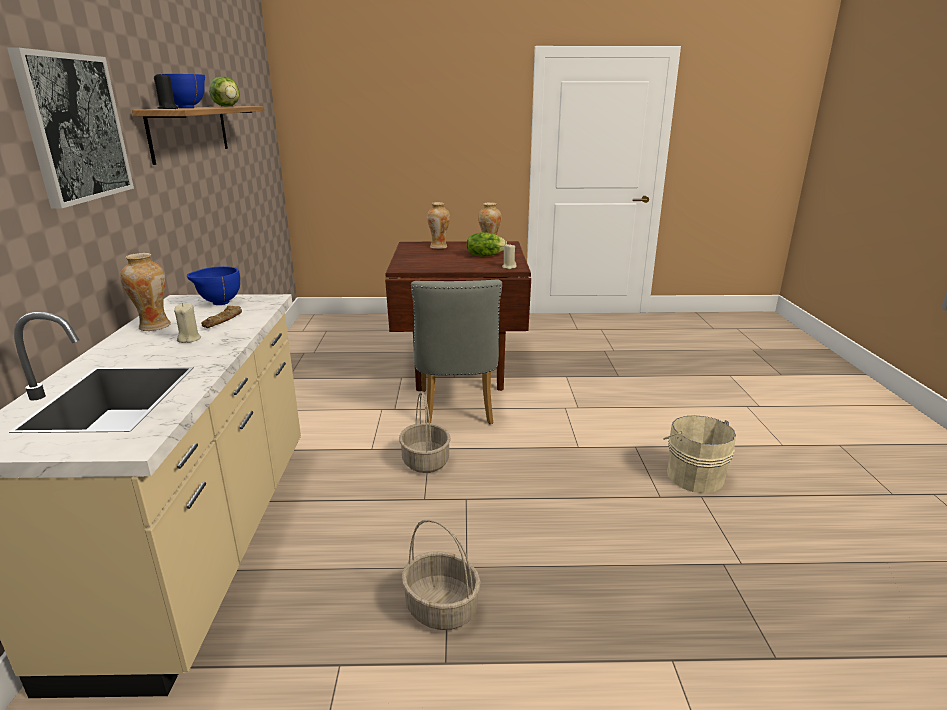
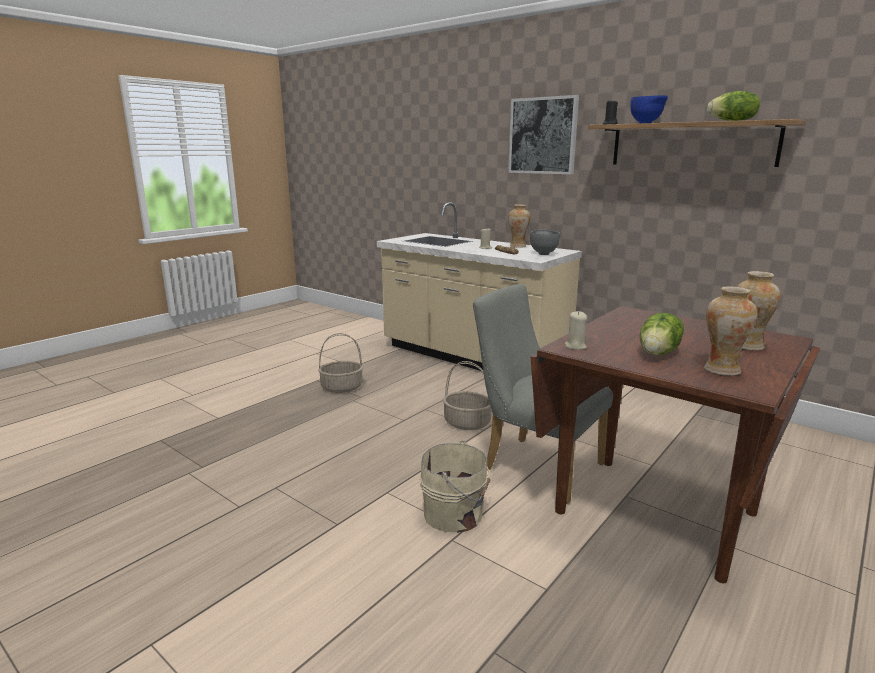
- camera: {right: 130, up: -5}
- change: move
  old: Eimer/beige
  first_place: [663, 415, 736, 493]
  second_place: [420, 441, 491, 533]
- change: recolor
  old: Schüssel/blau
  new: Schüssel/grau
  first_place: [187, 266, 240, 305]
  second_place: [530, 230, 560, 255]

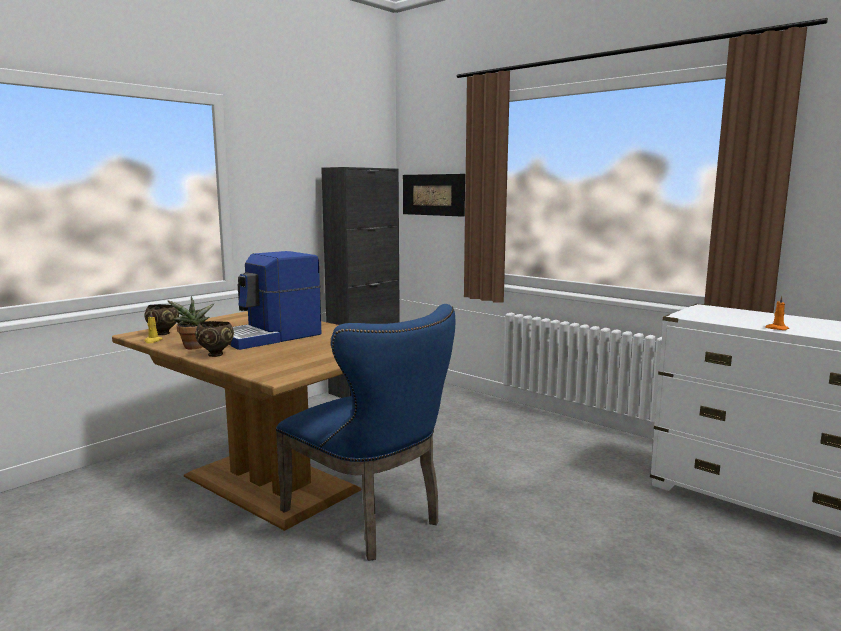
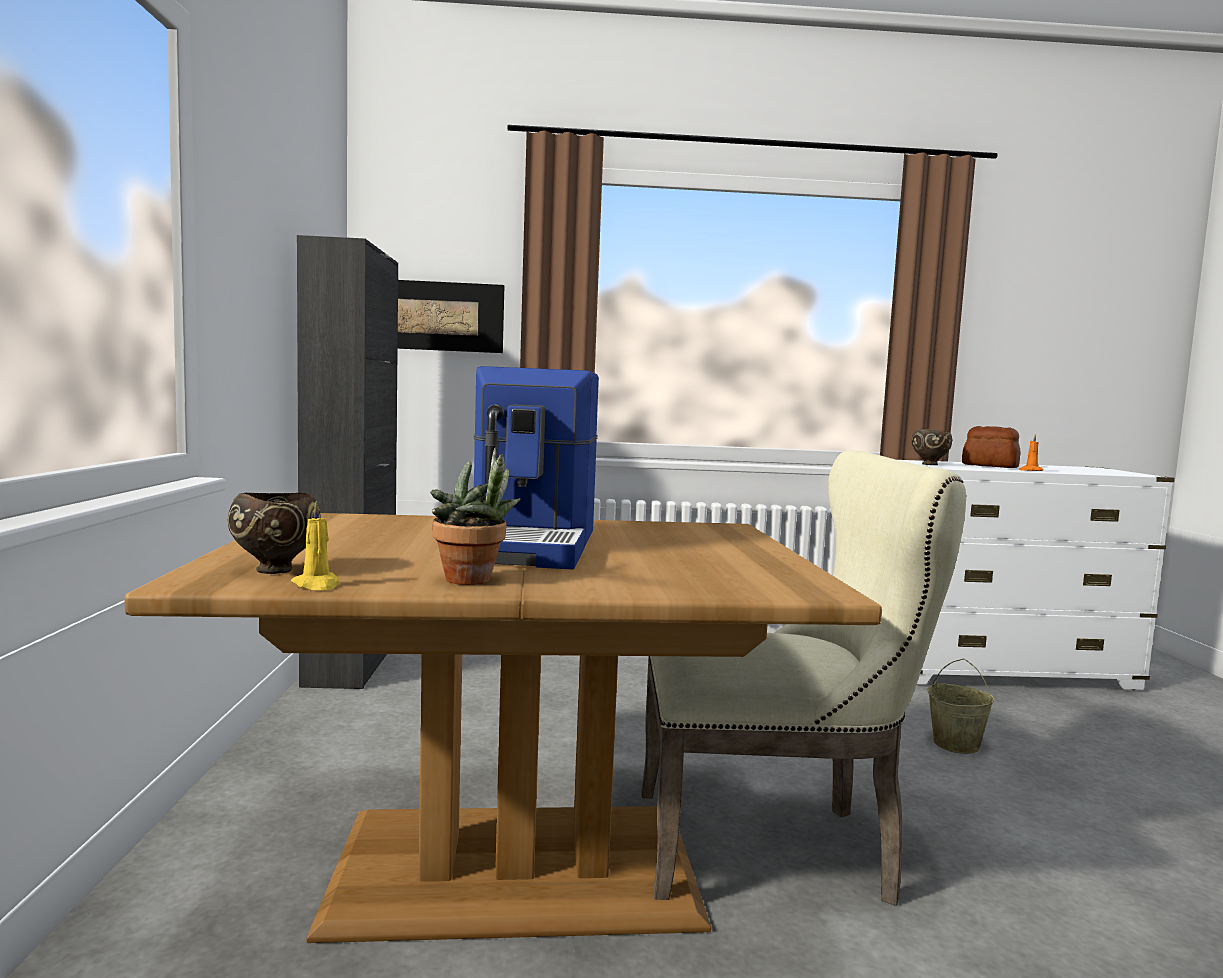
- camera: {right: -45, up: -5}
- change: recolor
  old: Stuhl/blau
  new: Stuhl/beige
  first_place: [276, 304, 455, 561]
  second_place: [641, 450, 966, 906]
- change: move
  old: Schüssel/braun
  first_place: [195, 321, 234, 357]
  second_place: [912, 429, 952, 465]
- change: insert
  new: Eimer/beige
  second_place: [928, 659, 994, 754]
- change: insert
  new: Brot
  second_place: [962, 426, 1020, 468]

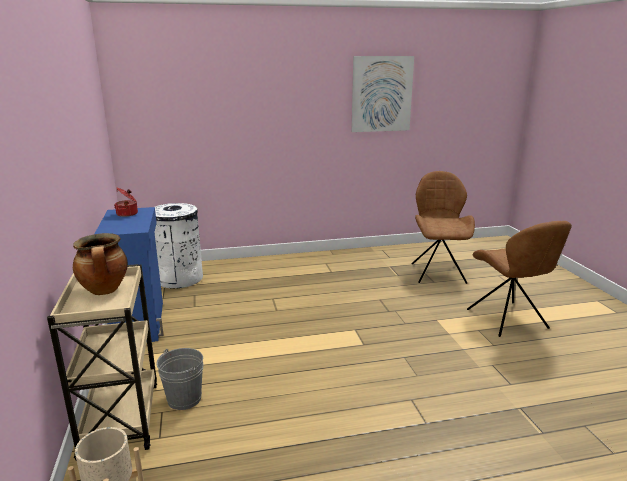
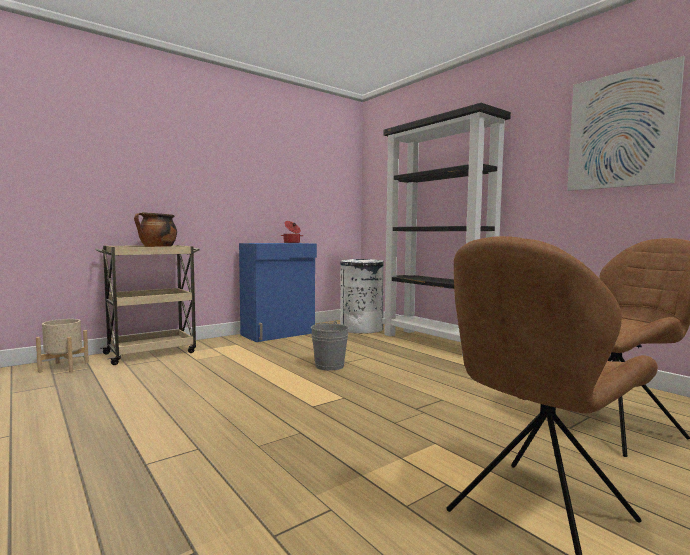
- camera: {right: 65, up: -15}
- change: move
  old: Eimer/grau
  first_place: [157, 348, 203, 410]
  second_place: [311, 321, 349, 371]
- change: insert
  new: Bücherregal/schwarz
  second_place: [382, 103, 511, 356]

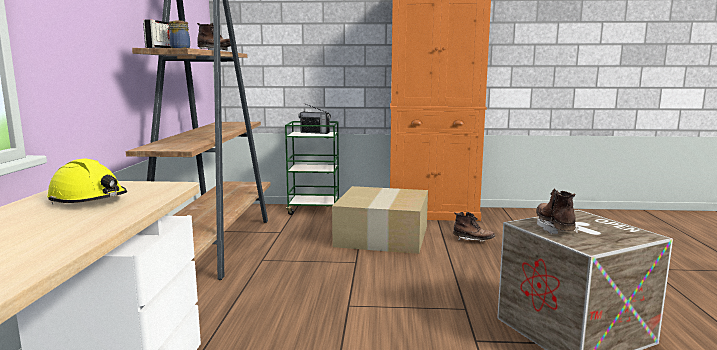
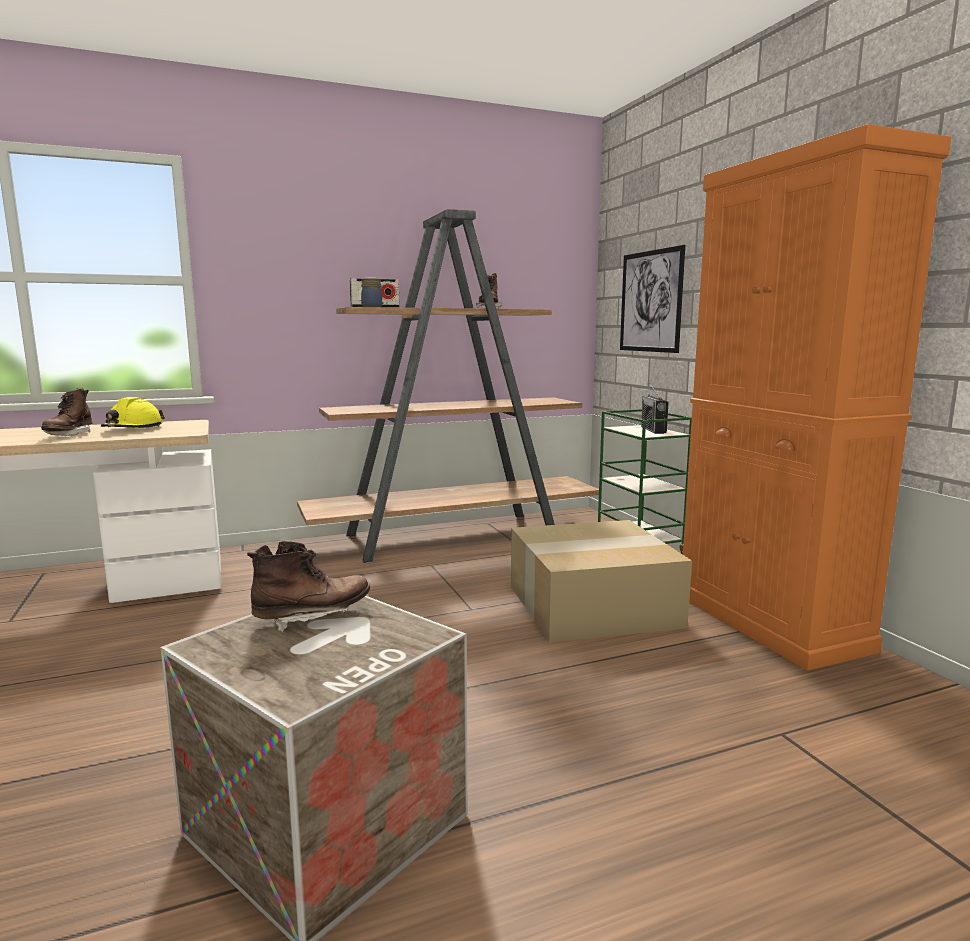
- camera: {right: 65, up: 0}
- change: move
  old: Stiefel/braun
  first_place: [453, 212, 495, 242]
  second_place: [41, 388, 92, 436]
- change: insert
  new: Bild
  second_place: [620, 245, 685, 353]

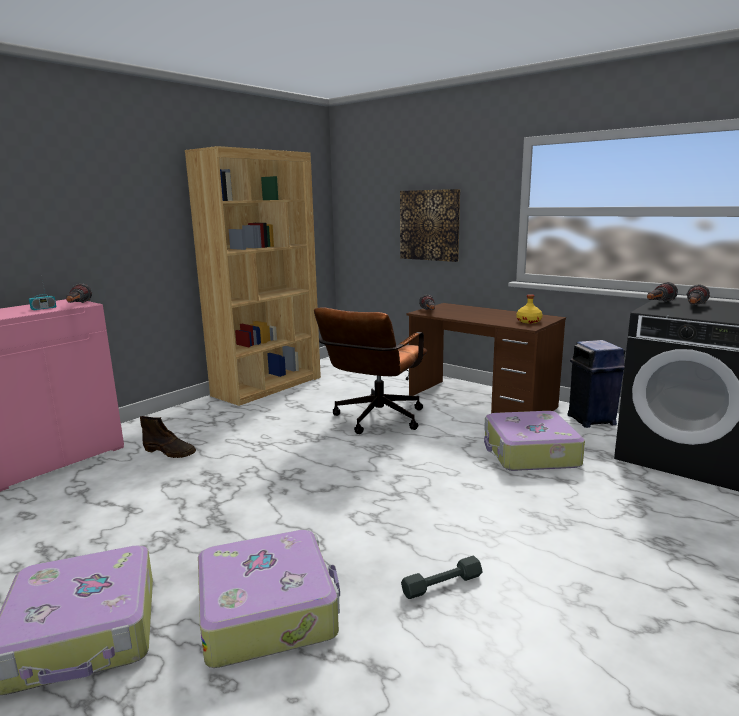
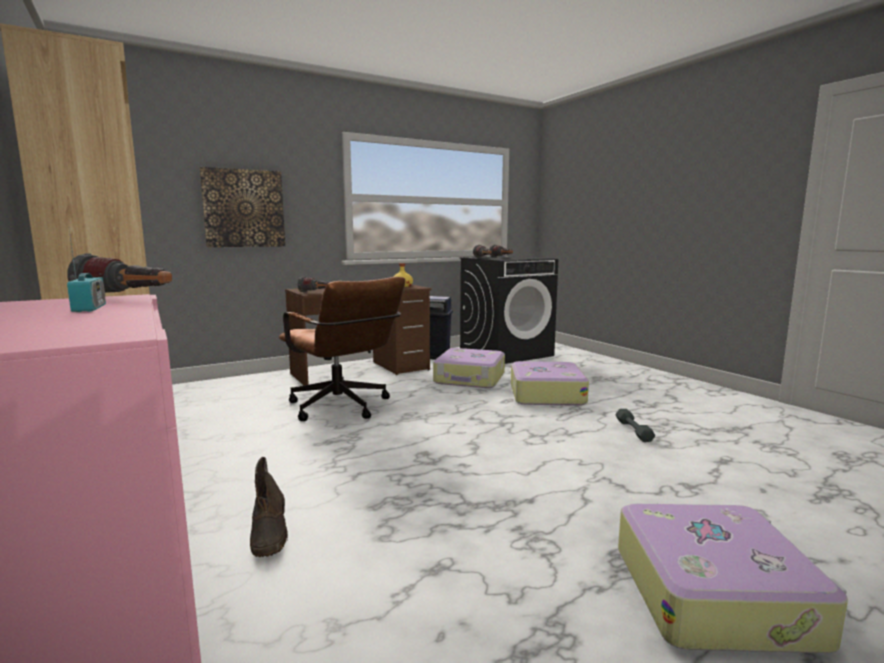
- camera: {right: -70, up: -5}
- change: rotate
  old: Stiefel/braun
  first_place: [140, 416, 196, 458]
  second_place: [250, 457, 288, 557]
  degrees: 120
- change: move
  old: Koffer
  first_place: [198, 530, 340, 668]
  second_place: [511, 361, 589, 406]

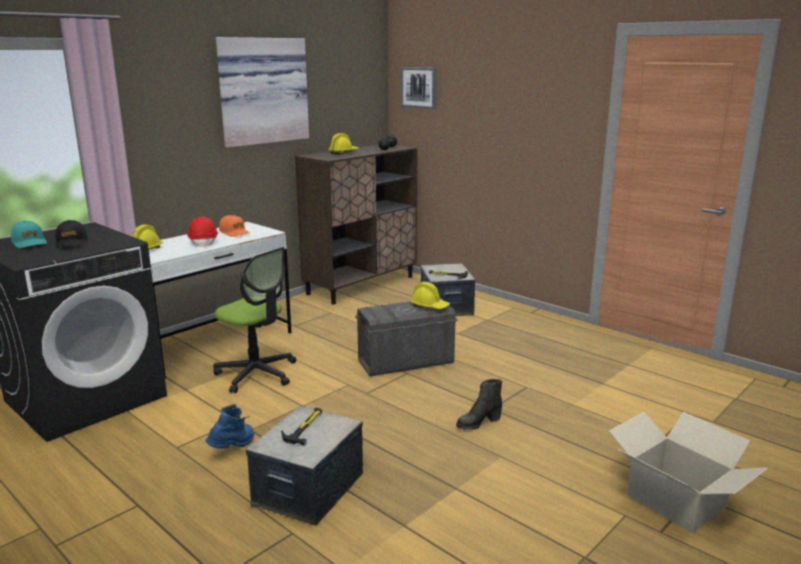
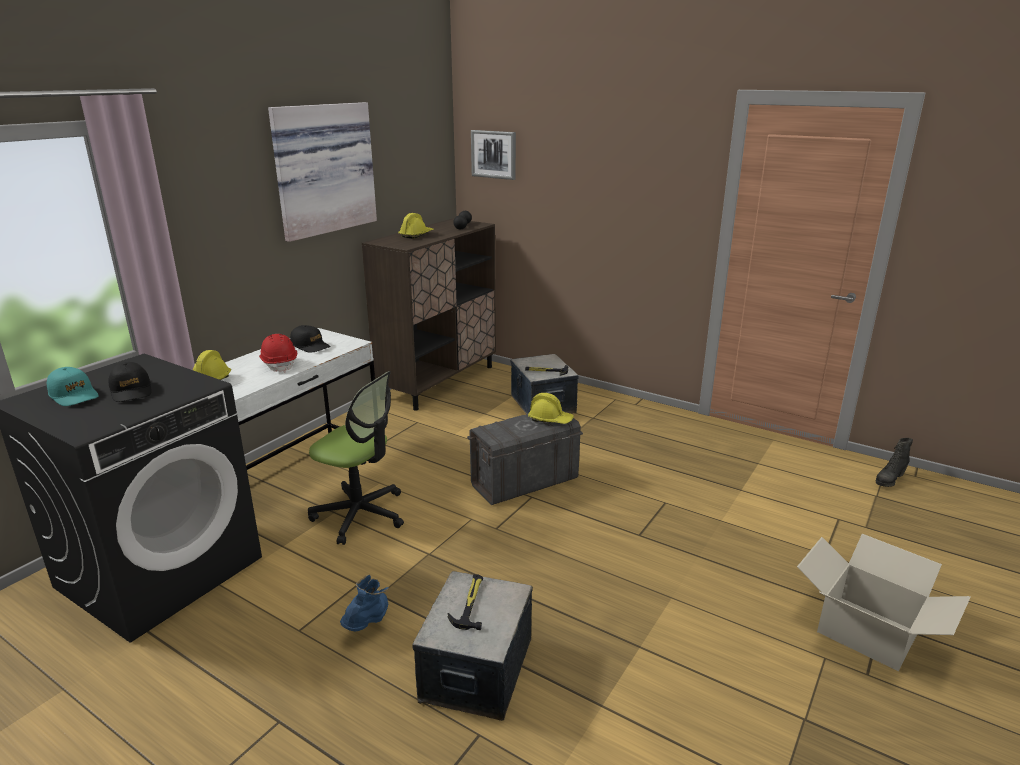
- camera: {right: -10, up: 5}
- change: recolor
  old: Kappe/orange
  new: Kappe/schwarz
  first_place: [219, 215, 250, 237]
  second_place: [290, 325, 331, 353]
- change: move
  old: Stiefel/schwarz
  first_place: [456, 379, 502, 430]
  second_place: [876, 438, 913, 487]

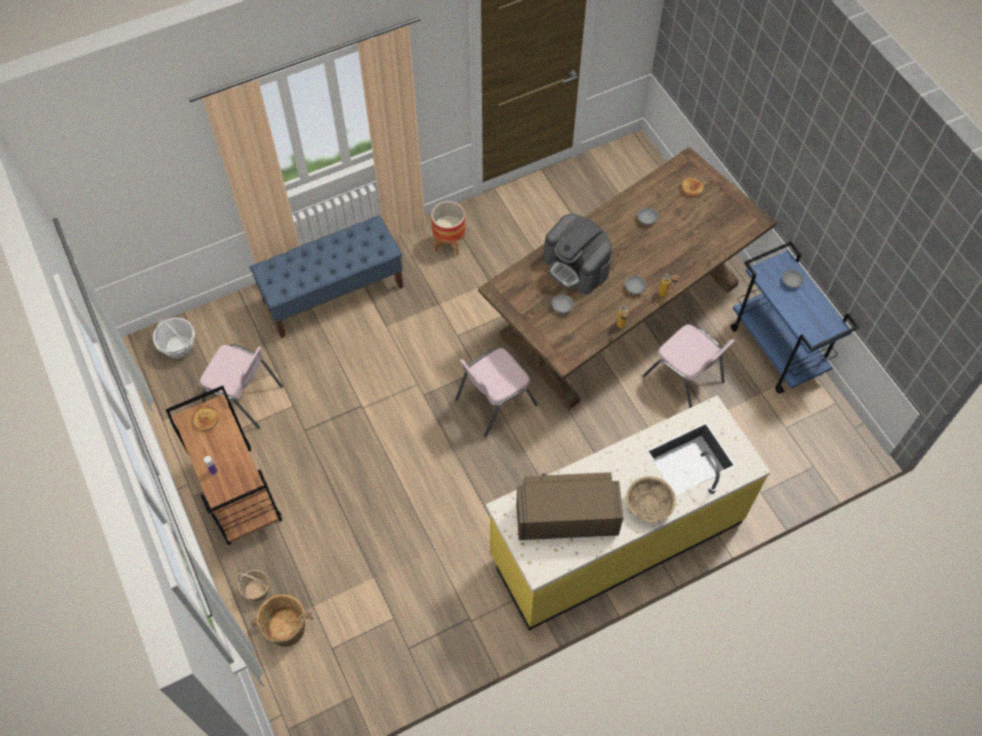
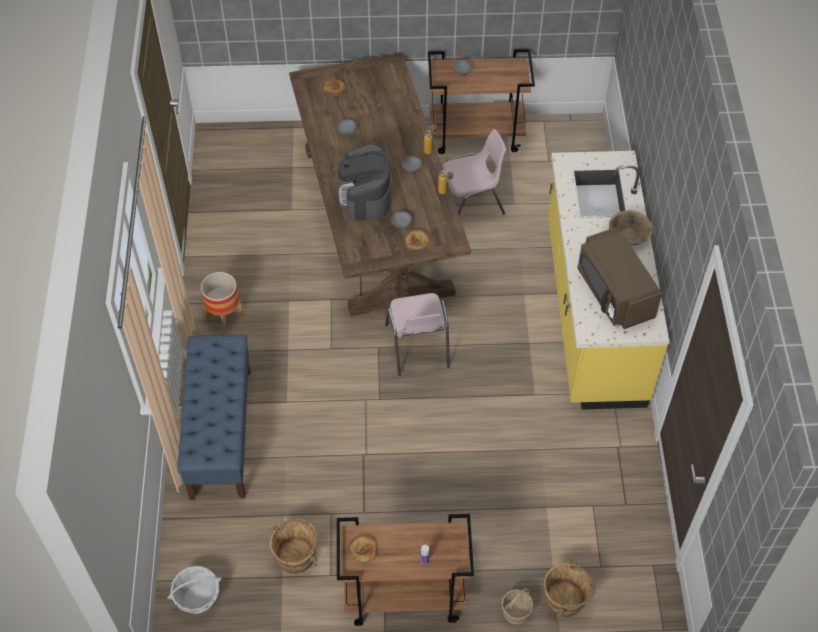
- camera: {right: -65, up: -5}
- change: replace
  old: Stuhl/rosa
  new: Eimer/braun
  first_place: [200, 344, 283, 429]
  second_place: [270, 518, 318, 574]
- change: rotate
  old: Kaffeemaschine
  first_place: [543, 214, 612, 294]
  second_place: [338, 144, 391, 221]
  degrees: 105
- change: insert
  new: Brot
  second_place: [405, 229, 430, 250]
- change: recolor
  old: Rollwagen/blau
  new: Rollwagen/braun
  first_place: [731, 241, 859, 394]
  second_place: [428, 49, 535, 154]
- change: rotate
  old: Mikrowelle/braun
  first_place: [516, 472, 623, 540]
  second_place: [577, 226, 662, 329]
  degrees: -45

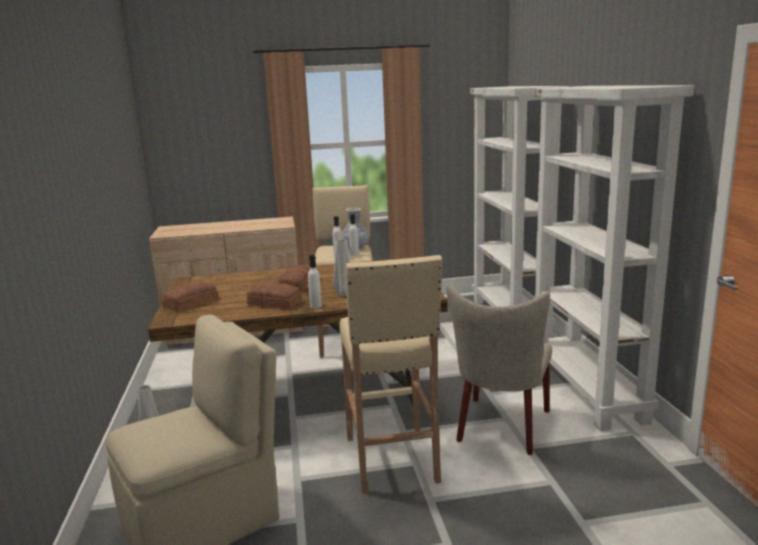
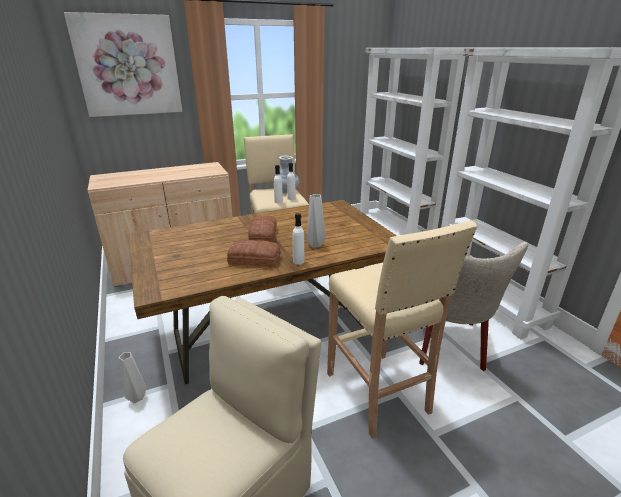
- camera: {right: -15, up: 10}
- change: insert
  new: Bild
  second_place: [64, 12, 183, 117]
- change: delete
  old: Brot
  first_place: [162, 281, 218, 311]

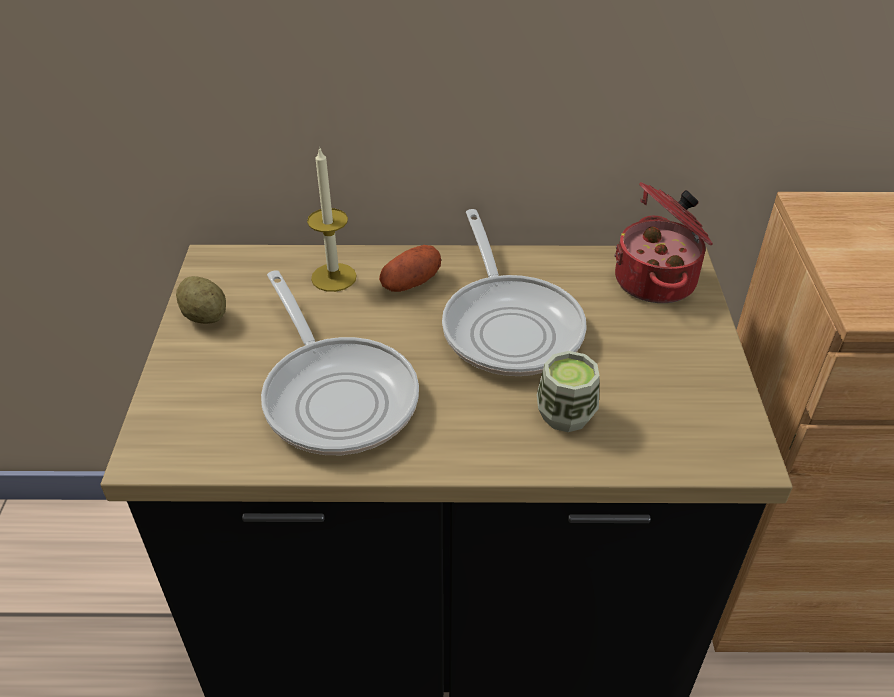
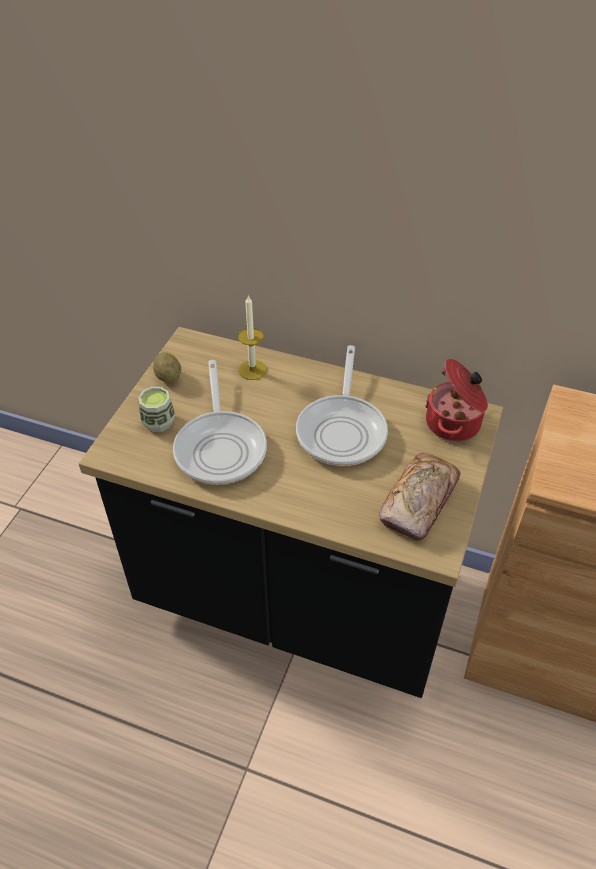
- camera: {right: 20, up: 5}
- change: move
  old: Tasse
  first_place: [537, 351, 600, 432]
  second_place: [138, 387, 175, 432]
- change: insert
  new: Brot
  second_place: [379, 453, 460, 541]
- change: delete
  old: Kartoffel
  first_place: [379, 245, 441, 292]

